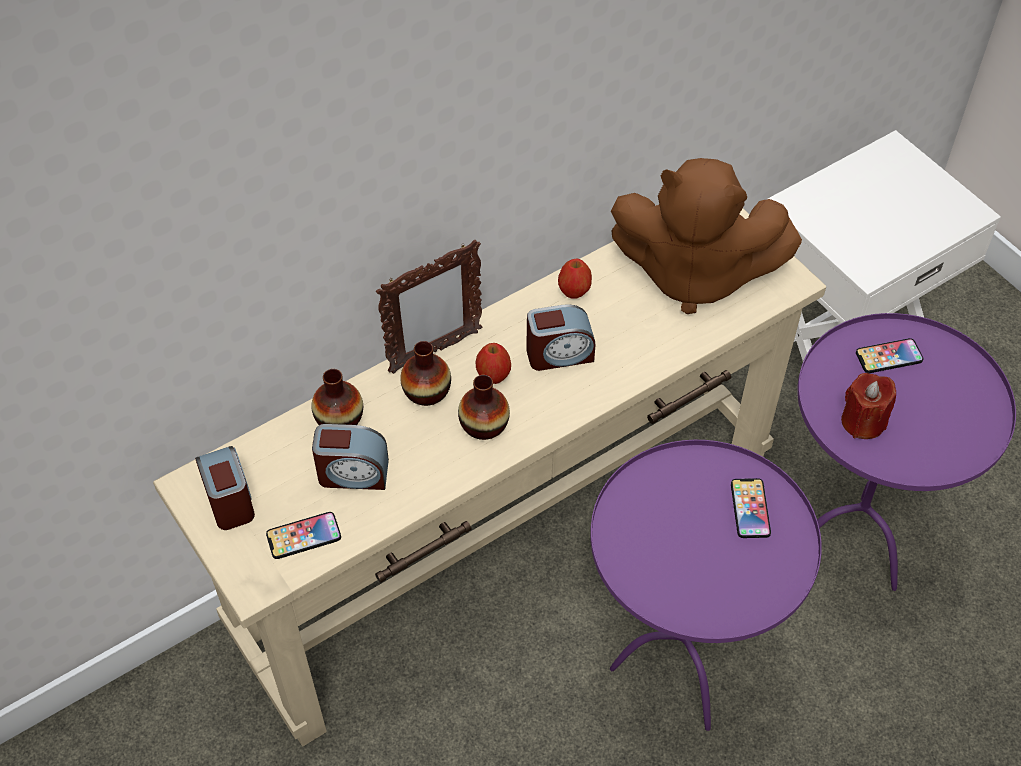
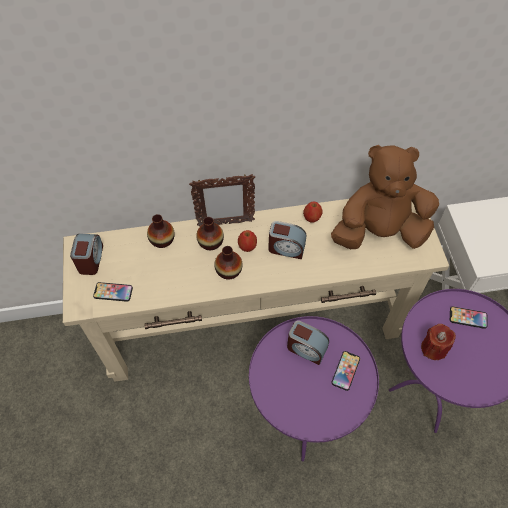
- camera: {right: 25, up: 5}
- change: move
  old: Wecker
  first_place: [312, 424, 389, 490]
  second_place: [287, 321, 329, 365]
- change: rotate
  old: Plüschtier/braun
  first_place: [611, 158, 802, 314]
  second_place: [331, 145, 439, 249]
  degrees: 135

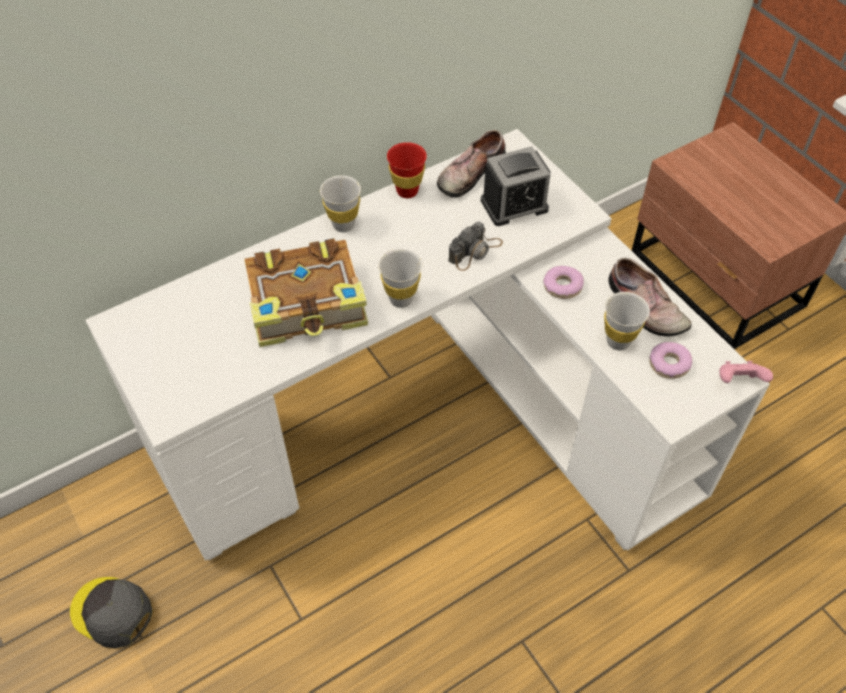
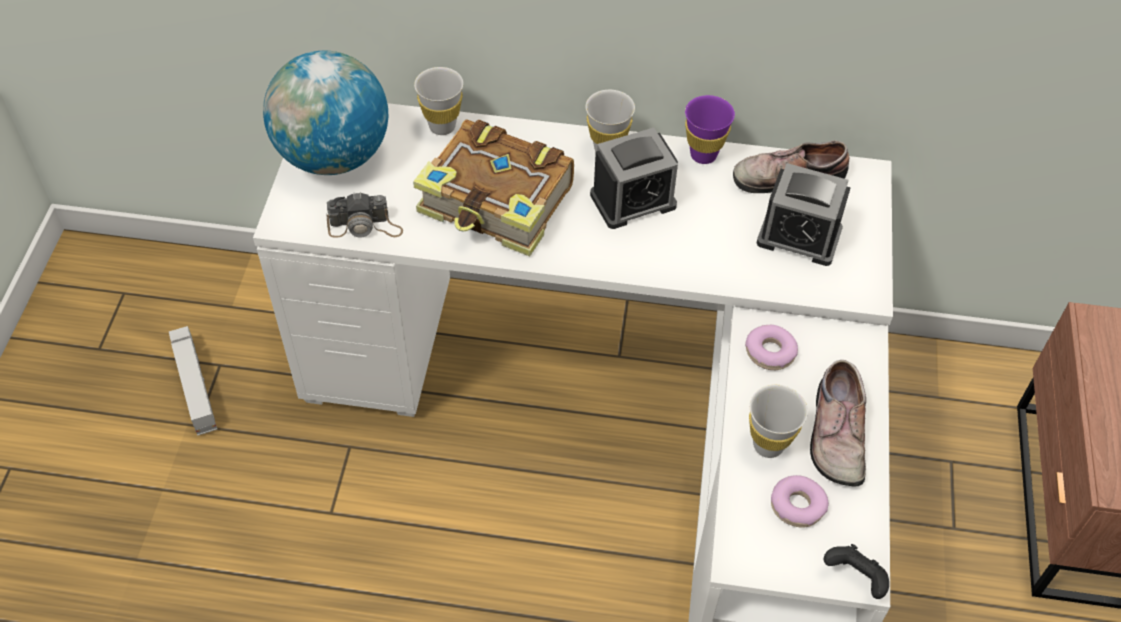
- camera: {right: 40, up: 0}
- change: replace
  old: Kappe/grau
  new: Spielzeuglaster
  first_place: [70, 577, 153, 649]
  second_place: [169, 326, 217, 436]
- change: insert
  new: Globus
  second_place: [263, 51, 388, 175]
- change: move
  old: Kamera
  first_place: [448, 222, 503, 271]
  second_place: [326, 192, 403, 238]
- change: move
  old: Tasse/weiß
  first_place: [378, 249, 422, 308]
  second_place: [414, 67, 463, 135]
- change: insert
  new: Wecker
  second_place: [590, 128, 678, 229]
- change: recolor
  old: Tasse/rot
  new: Tasse/lila
  first_place: [387, 142, 427, 198]
  second_place: [685, 95, 735, 164]
- change: recolor
  old: Gamepad/rosa
  new: Gamepad/schwarz
  first_place: [719, 361, 773, 383]
  second_place: [824, 544, 889, 599]

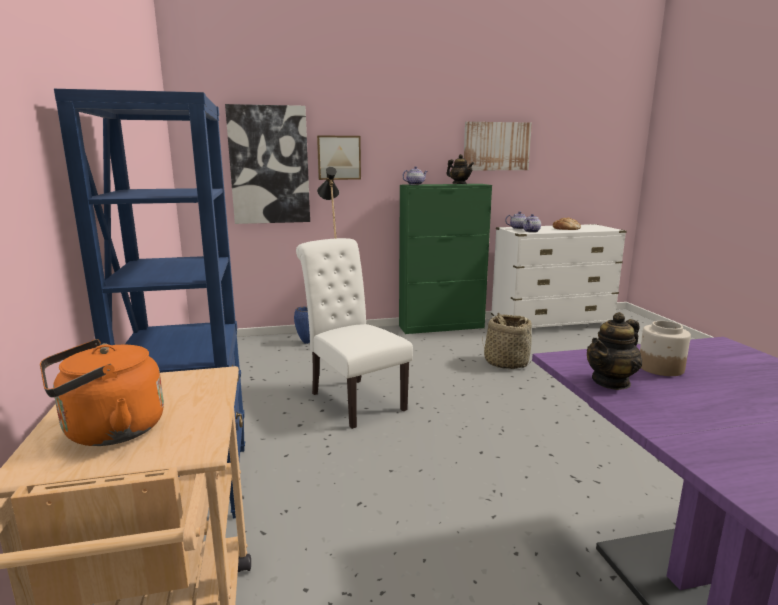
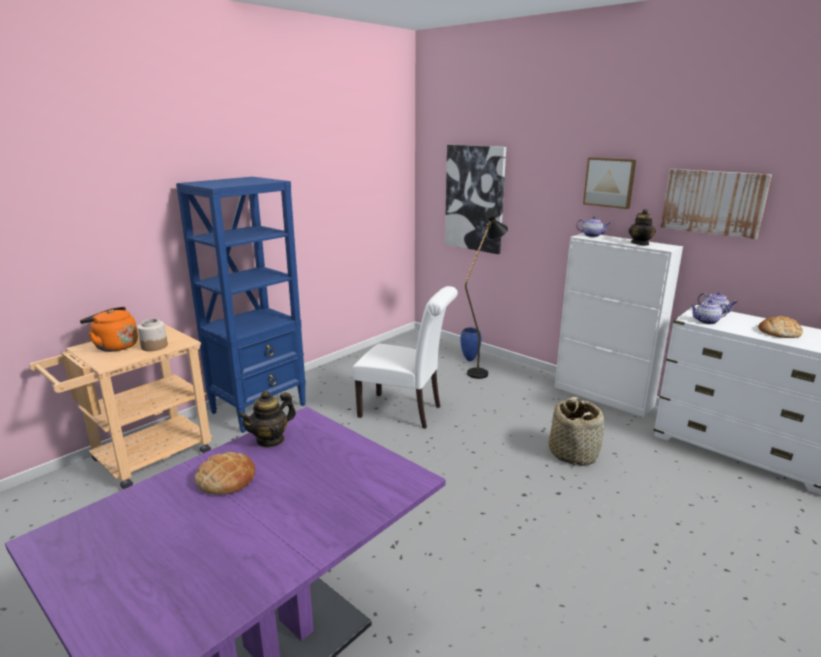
- camera: {right: 55, up: 5}
- change: move
  old: Vorratsglas
  first_place: [640, 321, 691, 376]
  second_place: [137, 319, 168, 351]
- change: insert
  new: Brot
  second_place: [195, 452, 255, 495]
- change: rotate
  old: Teekanne
  first_place: [587, 312, 642, 390]
  second_place: [238, 390, 296, 448]
  degrees: -60
- change: rotate
  old: Stuhl/weiß
  first_place: [296, 238, 413, 429]
  second_place: [352, 286, 458, 429]
  degrees: 90
- change: recolor
  old: Schrank/grün
  new: Schrank/weiß
  first_place: [399, 184, 492, 334]
  second_place: [555, 233, 683, 417]
- change: move
  old: Bild
  first_place: [317, 135, 361, 180]
  second_place: [583, 157, 636, 209]

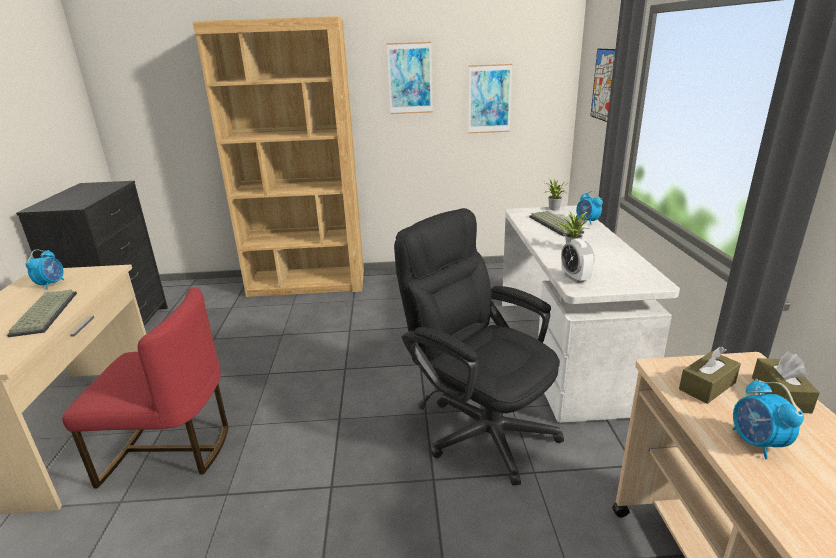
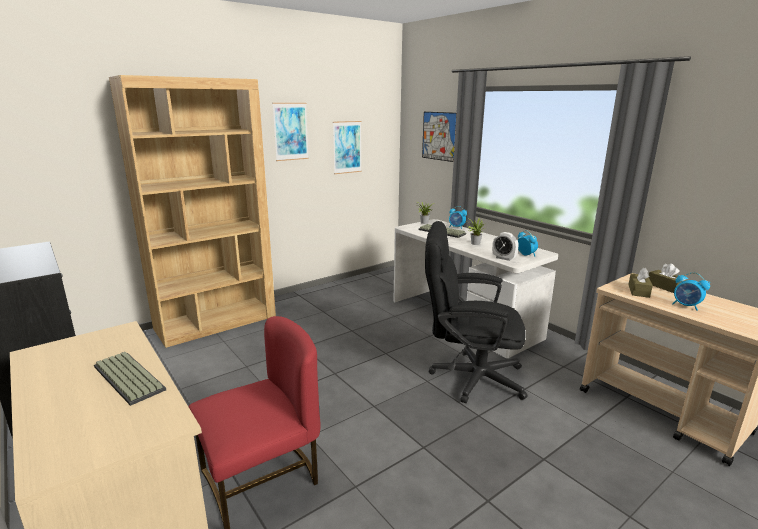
- camera: {right: -35, up: -5}
- change: move
  old: Wecker
  first_place: [26, 249, 64, 290]
  second_place: [518, 230, 538, 257]

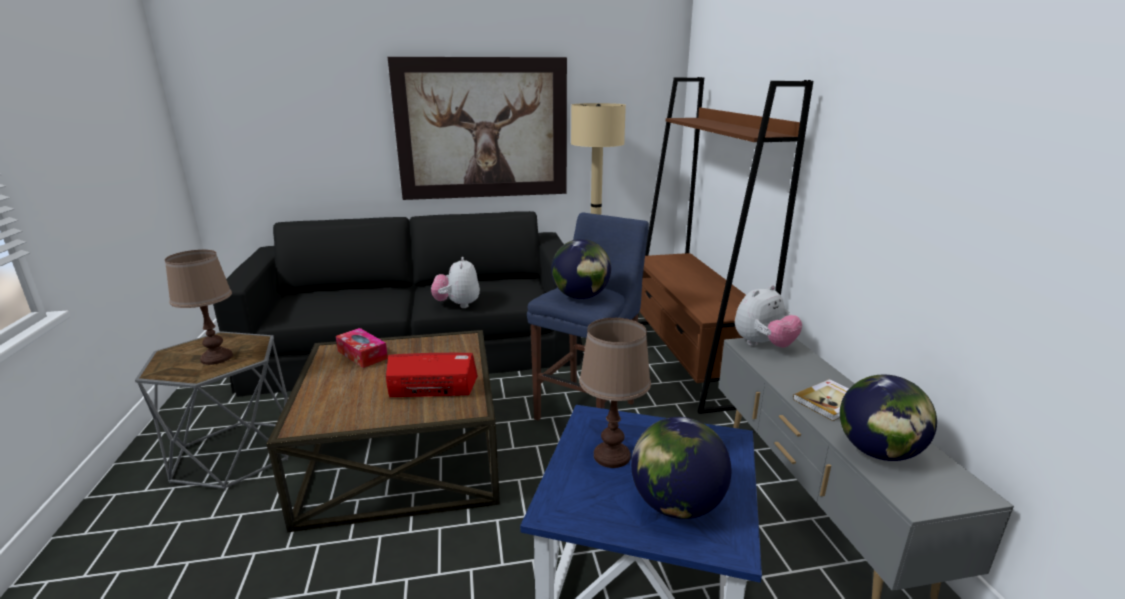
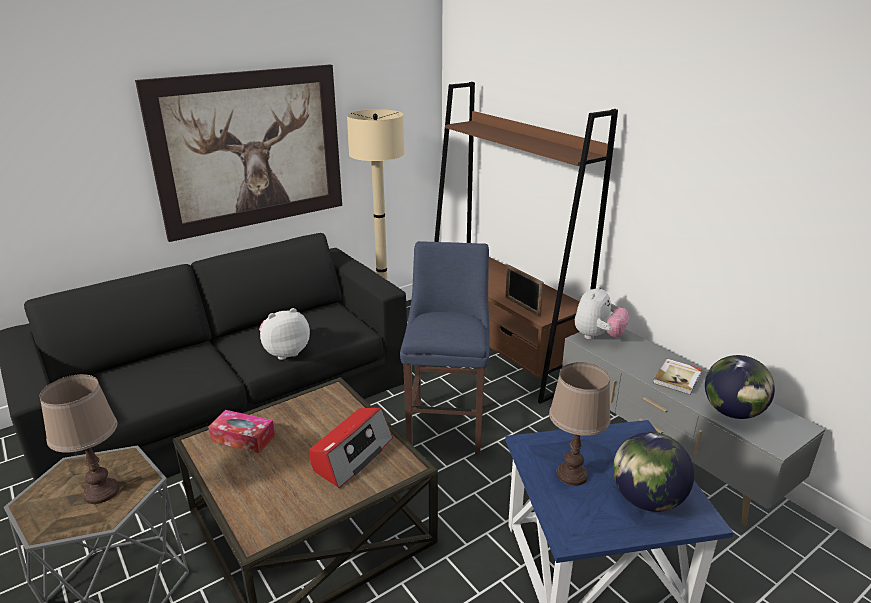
- camera: {right: -25, up: 5}
- change: rotate
  old: Plüschtier
  first_place: [431, 257, 480, 308]
  second_place: [259, 308, 310, 360]
  degrees: 90
- change: rotate
  old: Radio
  first_place: [386, 353, 478, 397]
  second_place: [309, 408, 393, 488]
  degrees: 150
- change: insert
  new: Bilderrahmen
  second_place: [505, 265, 544, 317]
- change: delete
  old: Globus
  first_place: [551, 239, 611, 299]

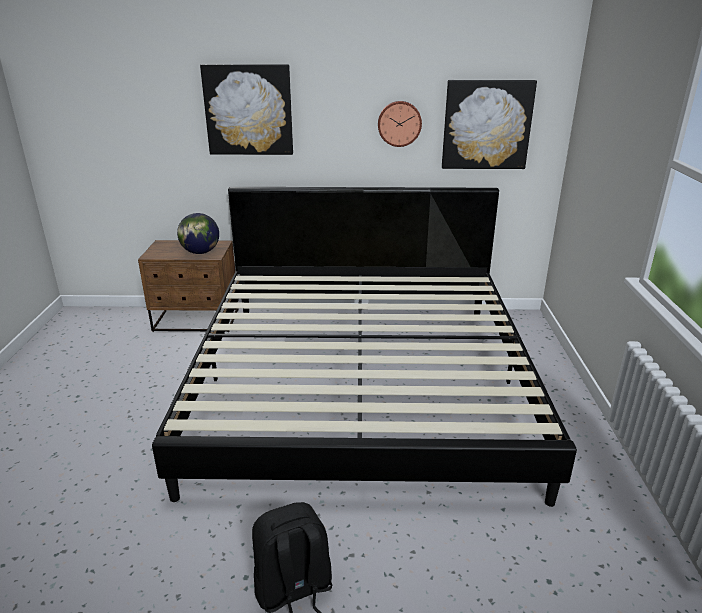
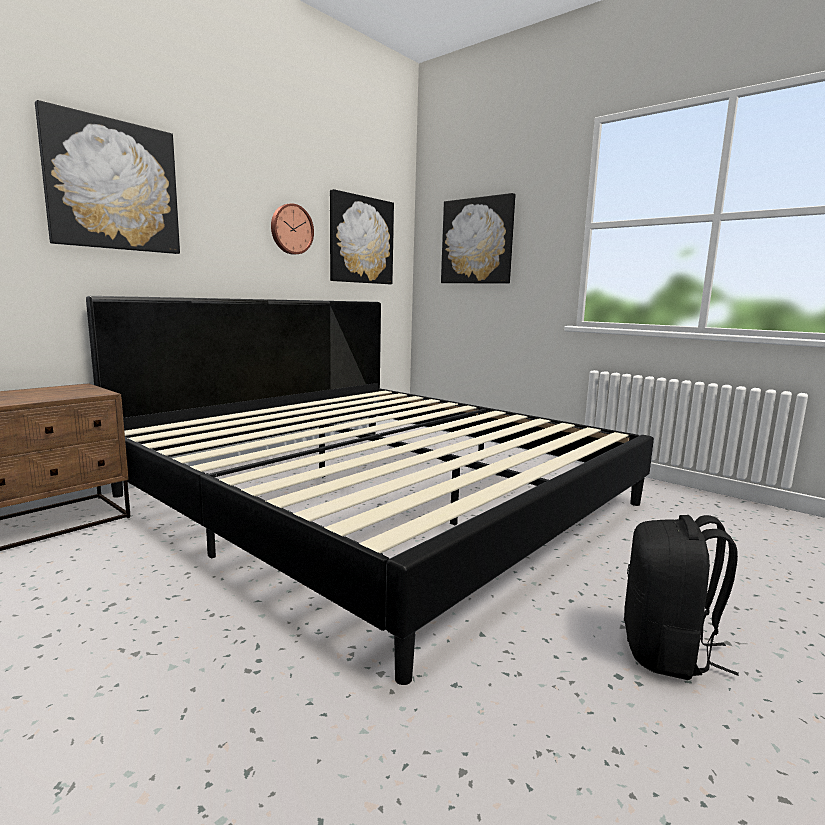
- camera: {right: -50, up: -15}
- change: insert
  new: Bild
  second_place: [441, 193, 515, 283]
- change: delete
  old: Globus
  first_place: [177, 213, 219, 254]

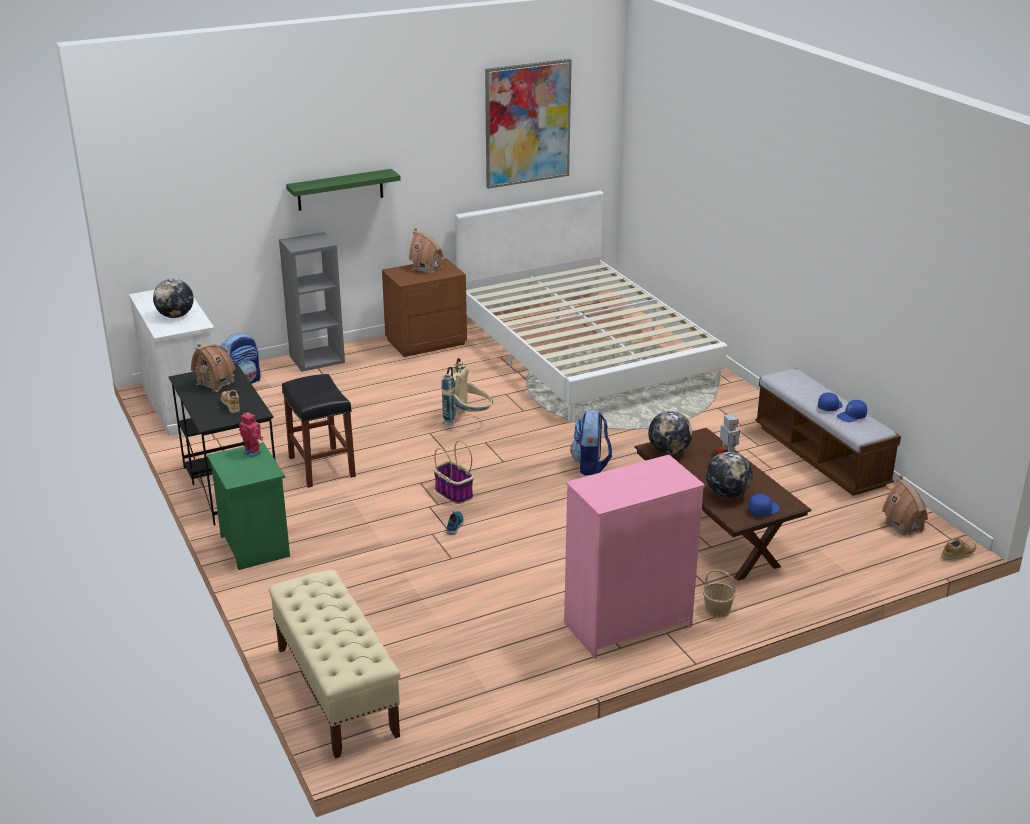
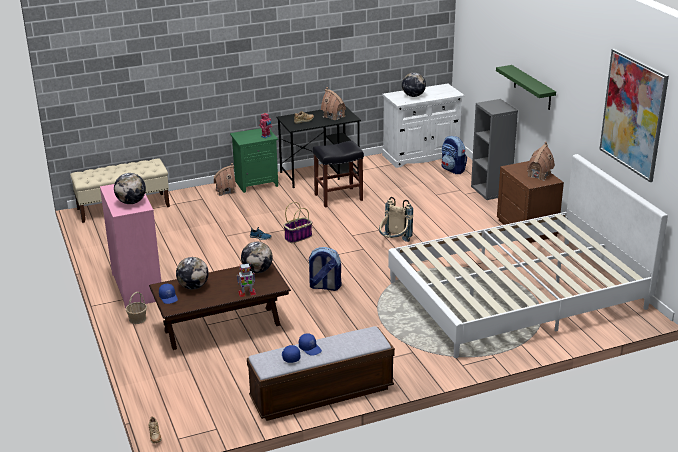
- camera: {right: 95, up: 0}
- change: insert
  new: Globus
  second_place: [114, 173, 146, 204]
- change: move
  old: Spielzeughaus
  first_place: [882, 475, 928, 536]
  second_place: [213, 163, 236, 196]

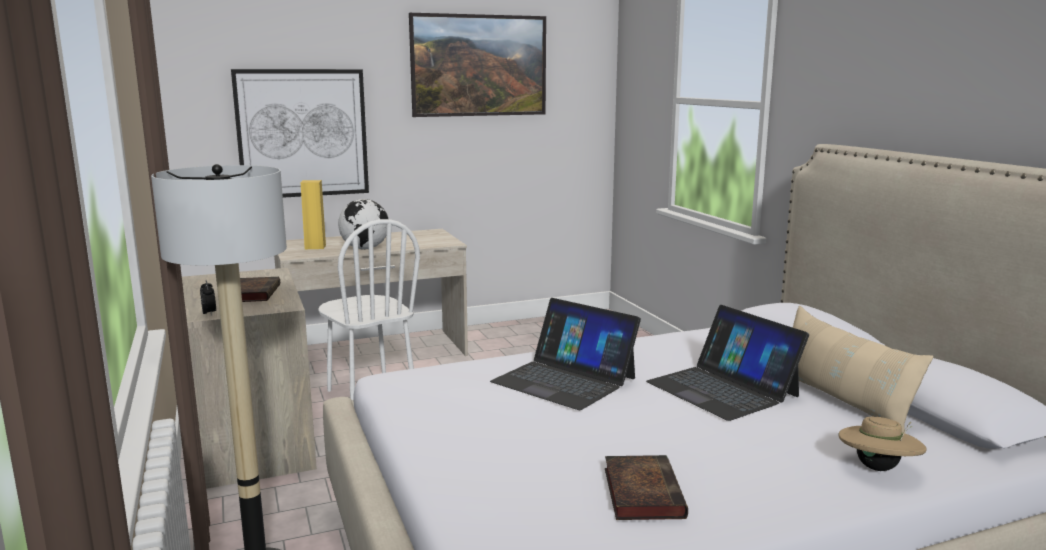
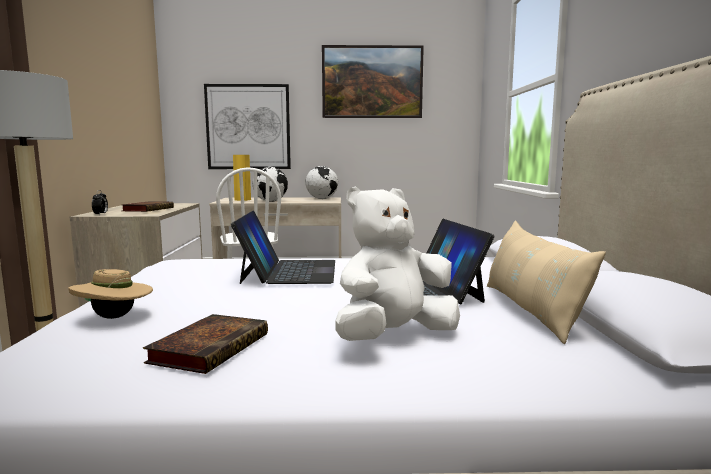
- camera: {right: 20, up: -5}
- change: move
  old: Hut/beige
  first_place: [838, 416, 927, 471]
  second_place: [68, 269, 153, 319]
- change: rotate
  old: Laptop
  first_place: [490, 298, 641, 410]
  second_place: [231, 210, 335, 284]
  degrees: -150
- change: insert
  new: Globus
  second_place: [306, 166, 338, 199]
- change: insert
  new: Plüschtier/weiß
  second_place: [335, 187, 460, 341]

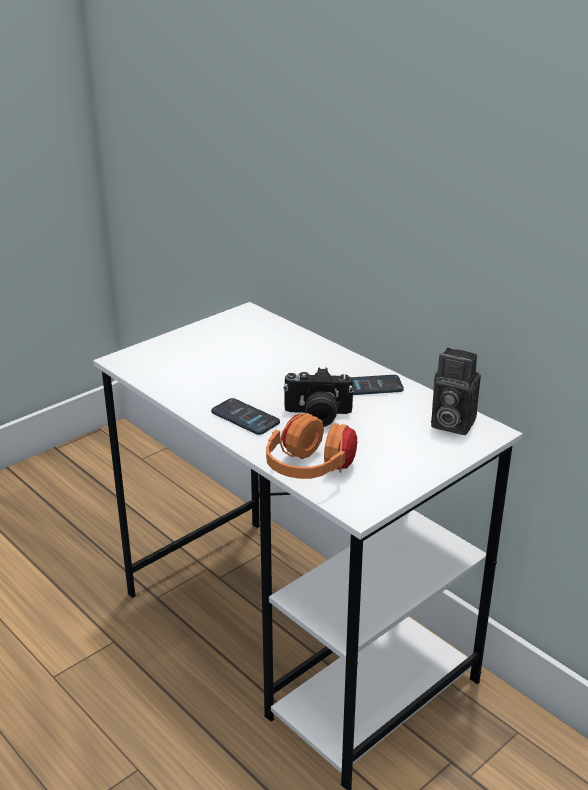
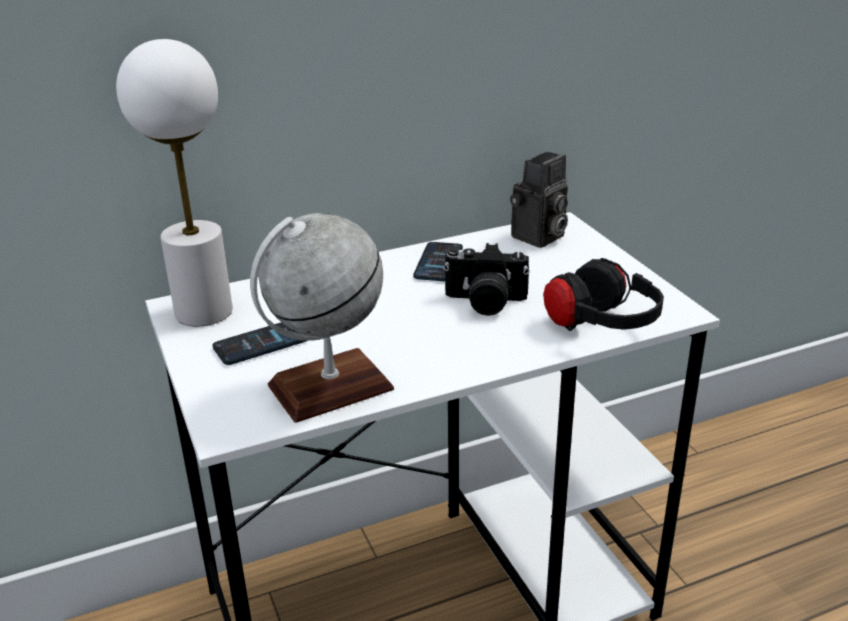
- camera: {right: -70, up: 0}
- change: insert
  new: Tischlampe/weiß
  second_place: [116, 39, 233, 326]
- change: move
  old: Handy
  first_place: [211, 398, 280, 435]
  second_place: [212, 322, 306, 365]
- change: insert
  new: Globus
  second_place: [250, 213, 394, 423]
- change: rotate
  old: Kamera
  first_place: [283, 367, 354, 427]
  second_place: [443, 243, 530, 316]
  degrees: 75
- change: recolor
  old: Kopfhörer/orange
  new: Kopfhörer/schwarz
  first_place: [266, 413, 357, 479]
  second_place: [543, 258, 664, 331]

